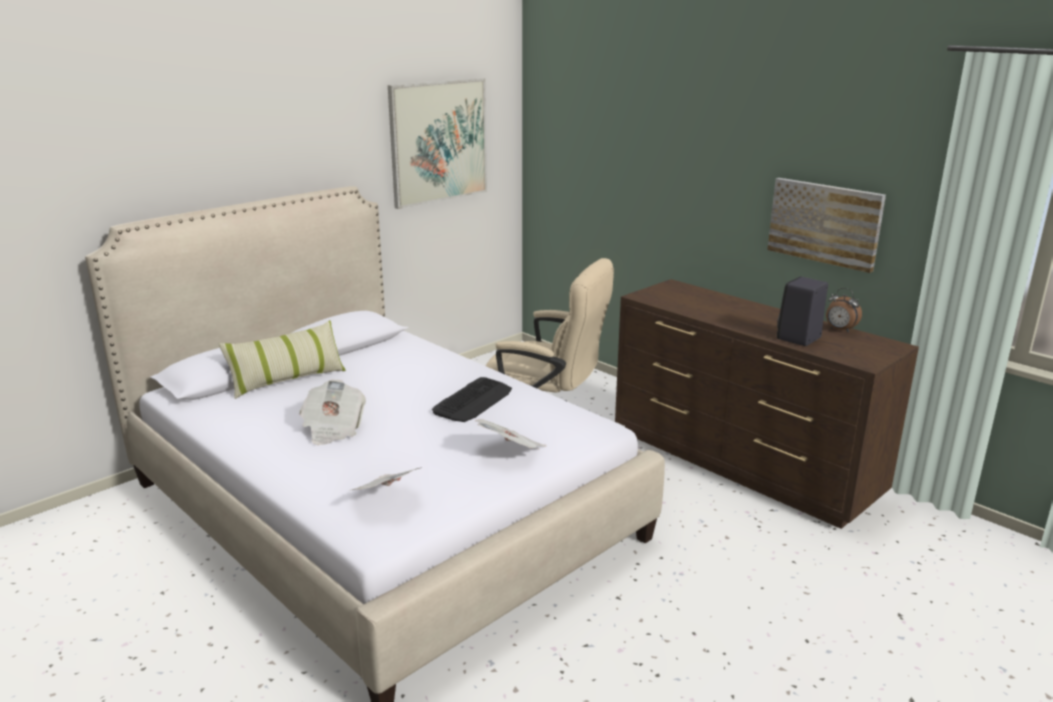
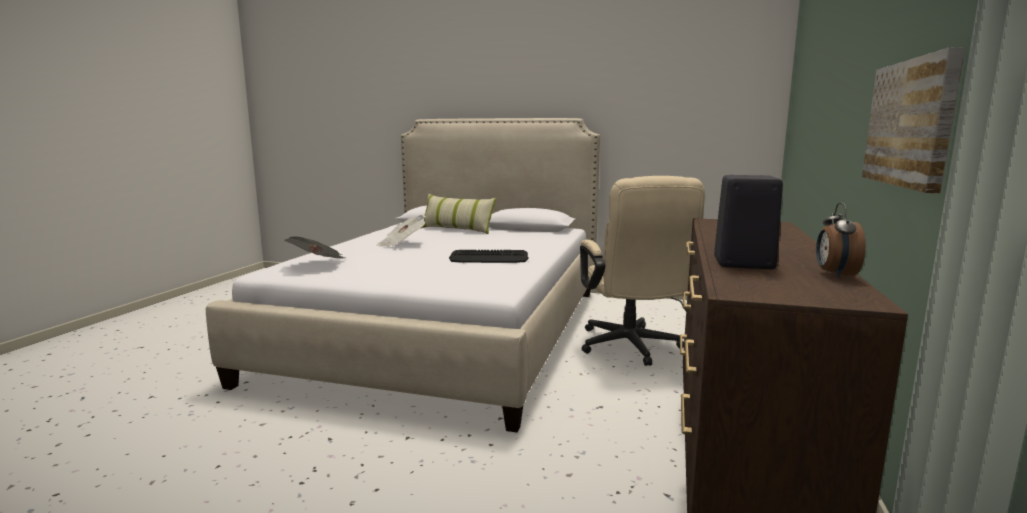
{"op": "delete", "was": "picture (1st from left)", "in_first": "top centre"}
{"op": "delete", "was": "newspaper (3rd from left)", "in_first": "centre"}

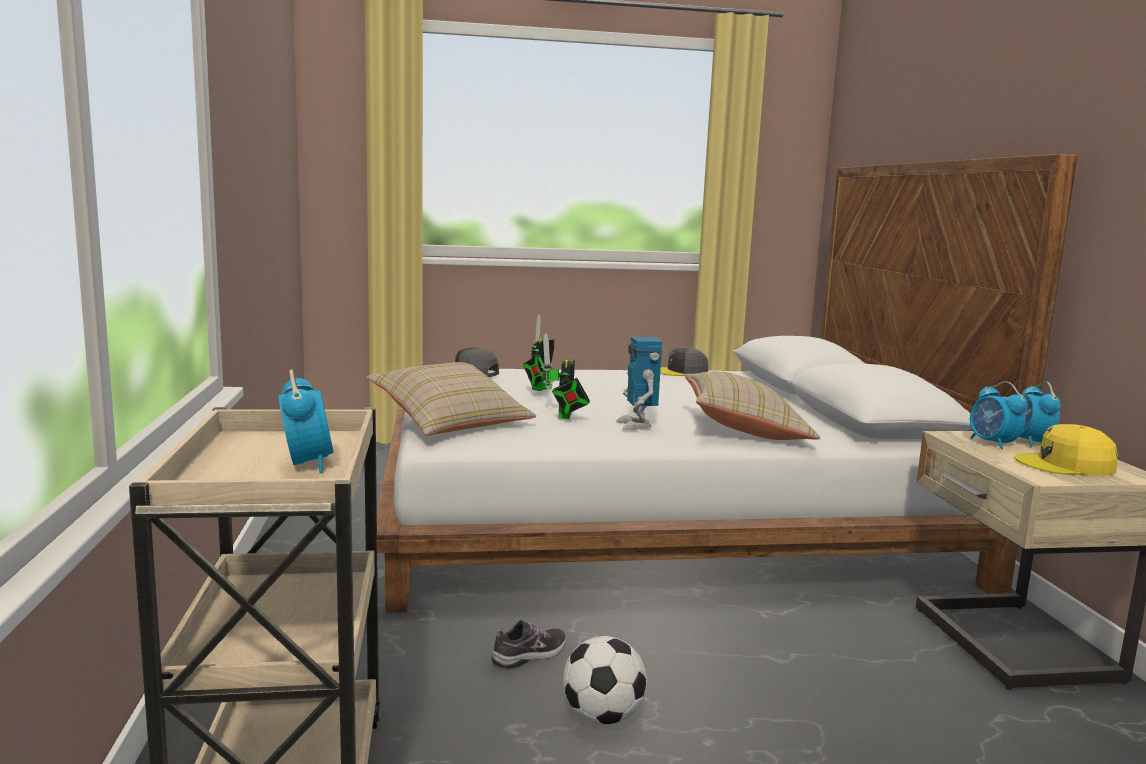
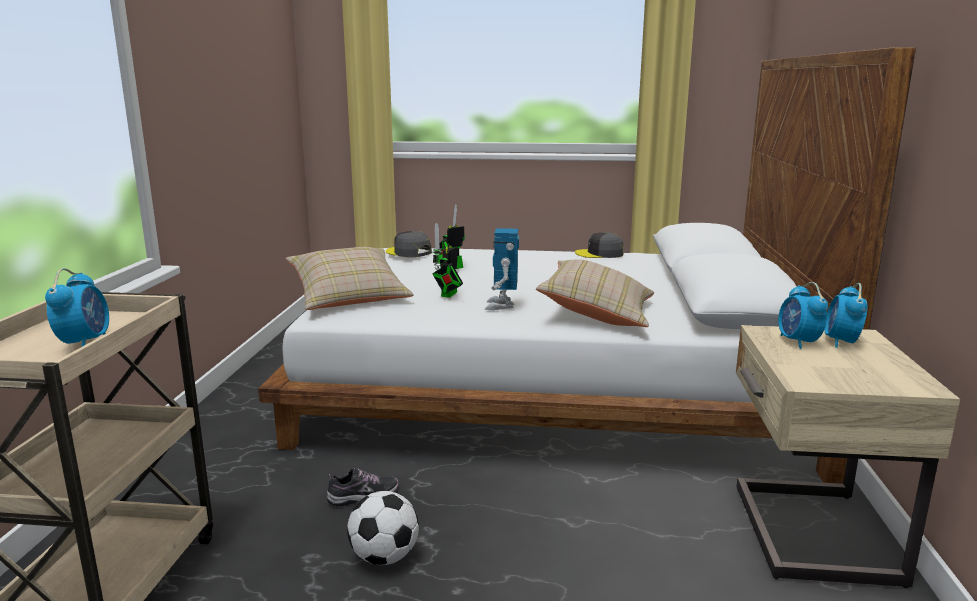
{"op": "delete", "was": "cap/yellow", "in_first": "middle right"}

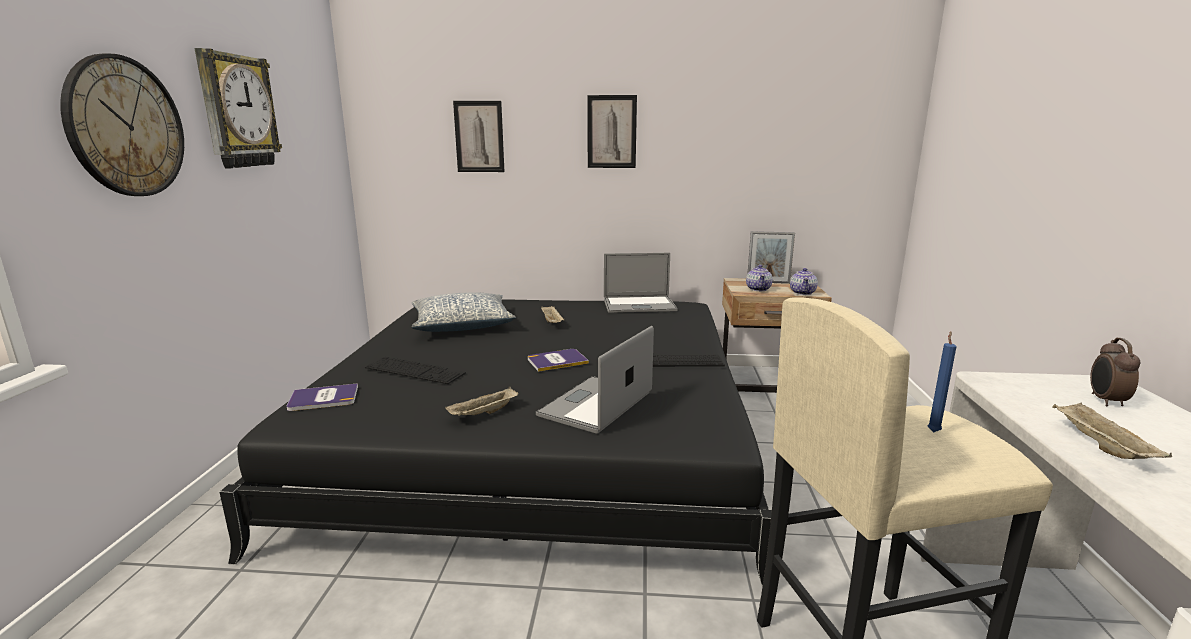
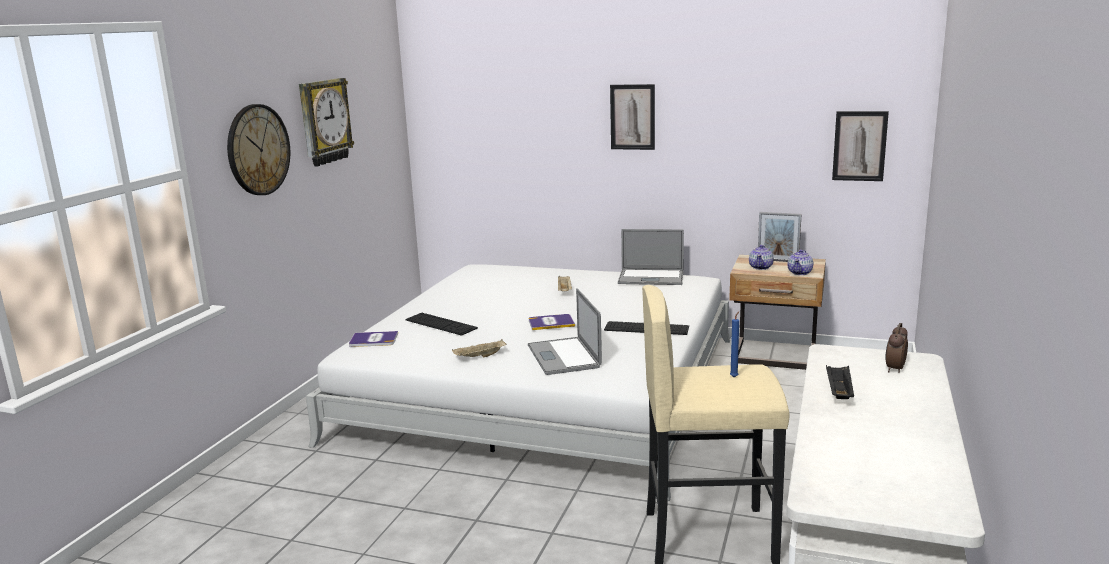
{"op": "recolor", "was": "bed/black", "now": "bed/white", "in_first": "bottom centre", "in_second": "bottom centre"}
{"op": "rotate", "was": "laptop (1st from left)", "in_first": "centre", "in_second": "centre", "clockwise": -60}
{"op": "recolor", "was": "tray/beige (3rd from left)", "now": "tray/black", "in_first": "bottom right", "in_second": "bottom right"}
{"op": "move", "was": "picture (1st from left in the first image)", "now": "picture (2nd from left)", "in_first": "top centre", "in_second": "top right"}
{"op": "delete", "was": "pillow", "in_first": "centre"}

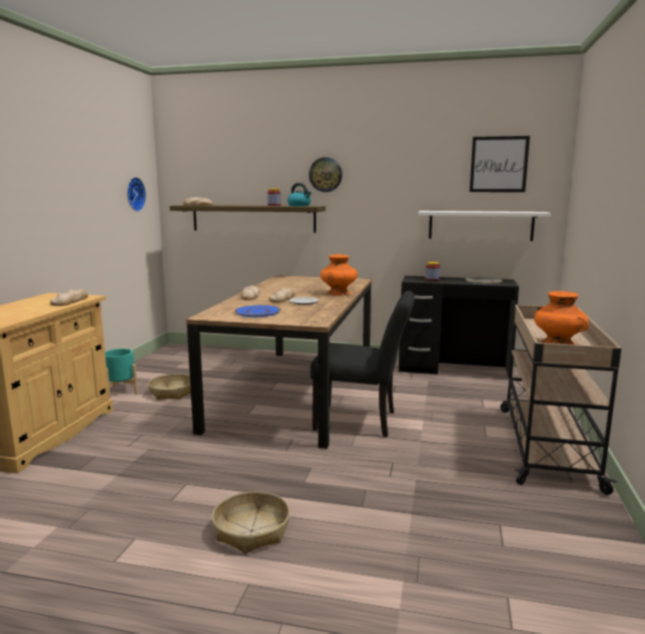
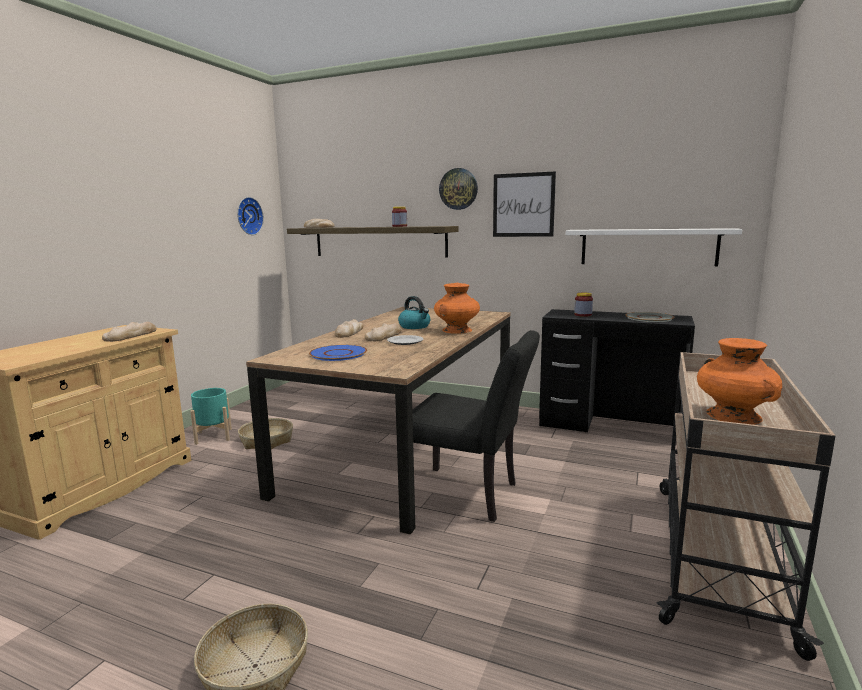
{"op": "move", "was": "kettle", "in_first": "top centre", "in_second": "centre"}
{"op": "move", "was": "picture", "in_first": "top right", "in_second": "top centre"}

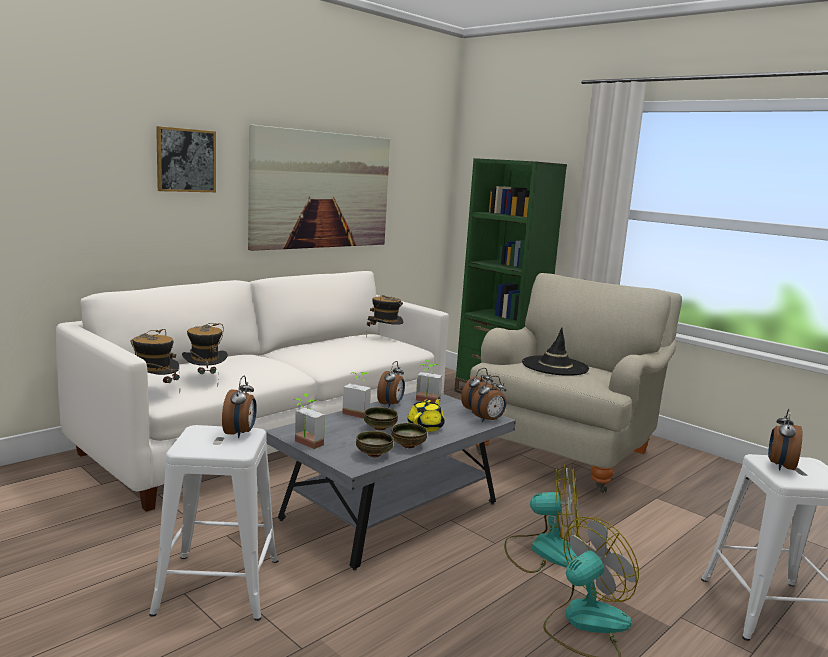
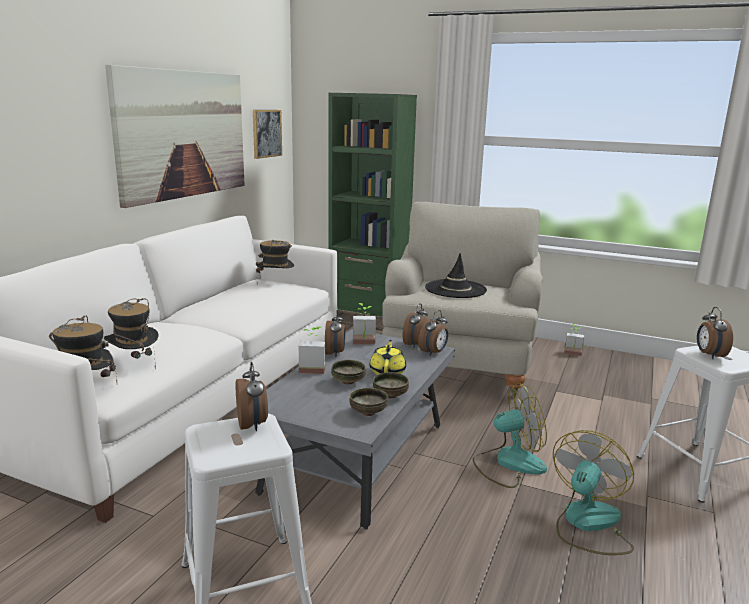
{"op": "move", "was": "picture (1st from left in the first image)", "now": "picture (2nd from left)", "in_first": "top left", "in_second": "top centre"}
{"op": "move", "was": "potted plant (1st from left in the first image)", "now": "potted plant (3rd from left)", "in_first": "centre", "in_second": "middle right"}

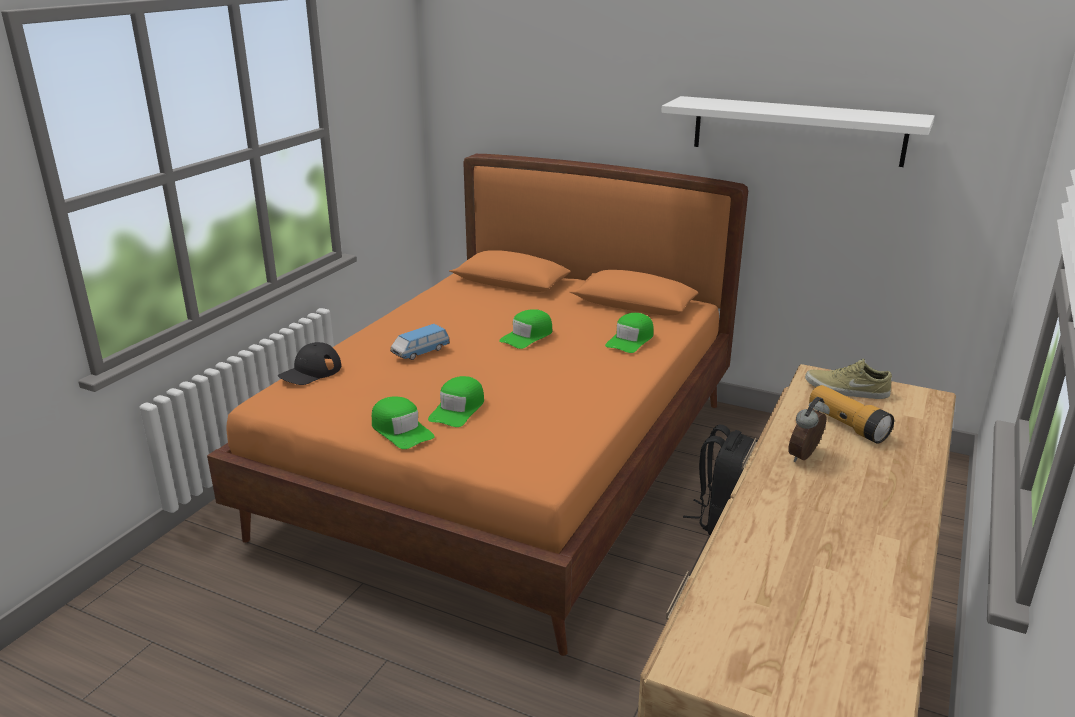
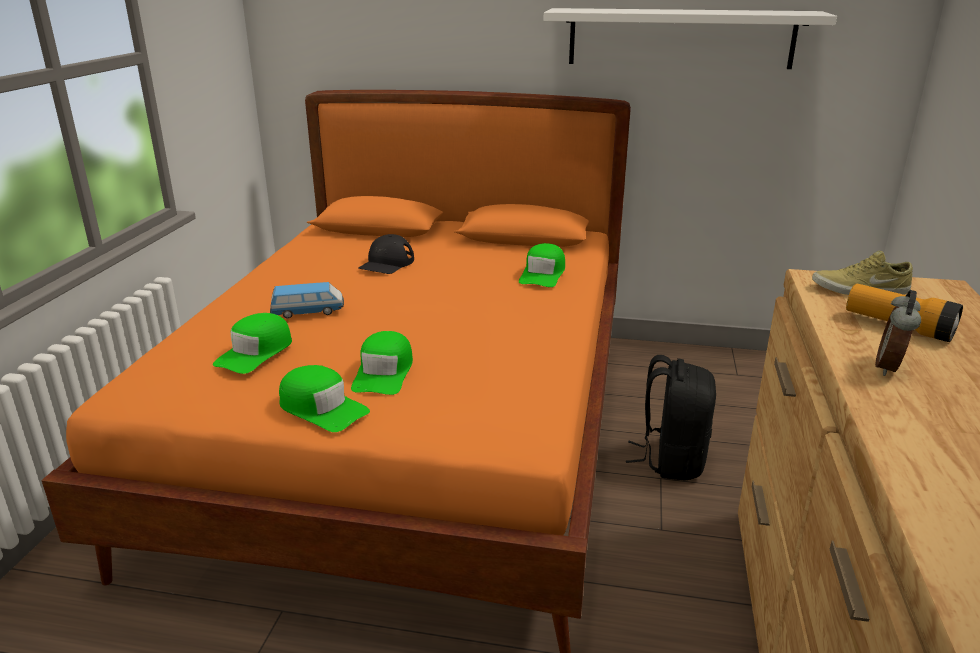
{"op": "move", "was": "cap/green (3rd from left in the first image)", "now": "cap/green (1st from left)", "in_first": "centre", "in_second": "middle left"}
{"op": "rotate", "was": "toy car", "in_first": "centre", "in_second": "middle left", "clockwise": -135}
{"op": "move", "was": "cap/black", "in_first": "middle left", "in_second": "centre"}

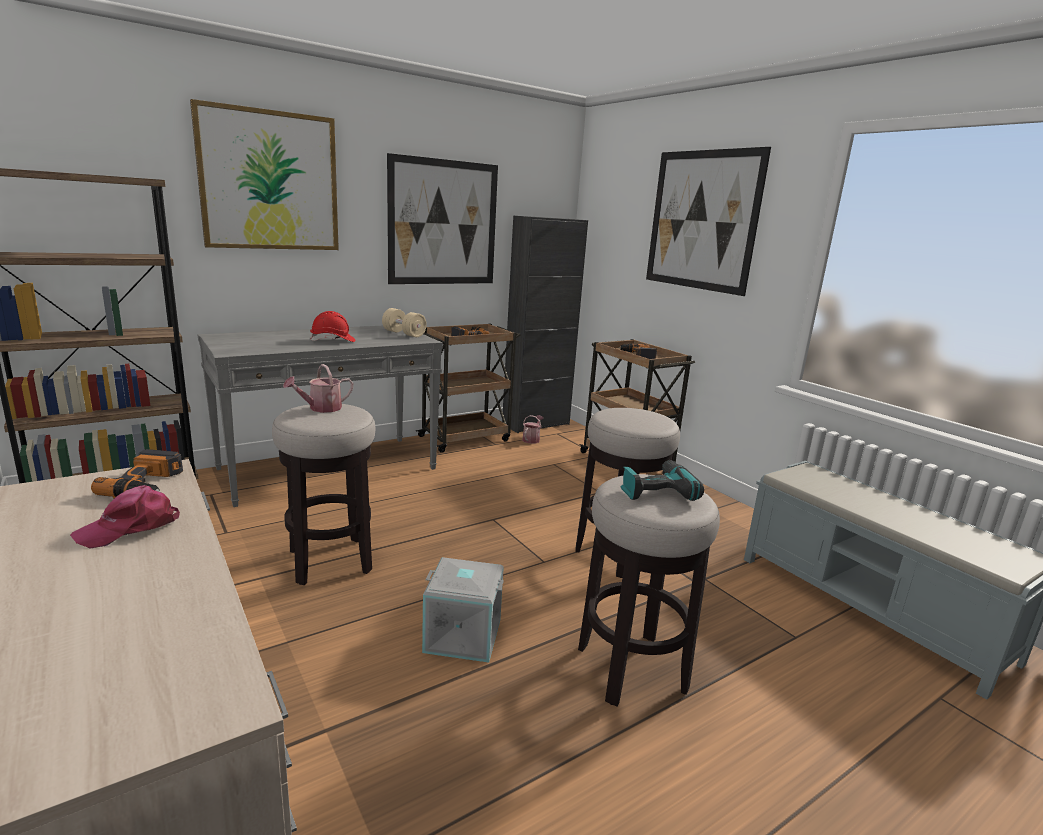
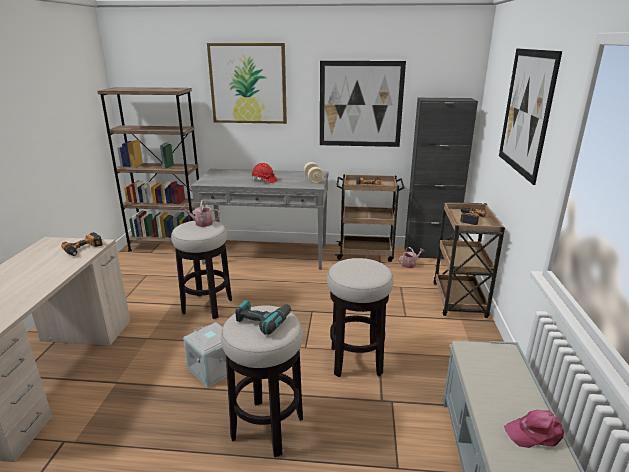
{"op": "move", "was": "cap/pink", "in_first": "middle left", "in_second": "bottom right"}

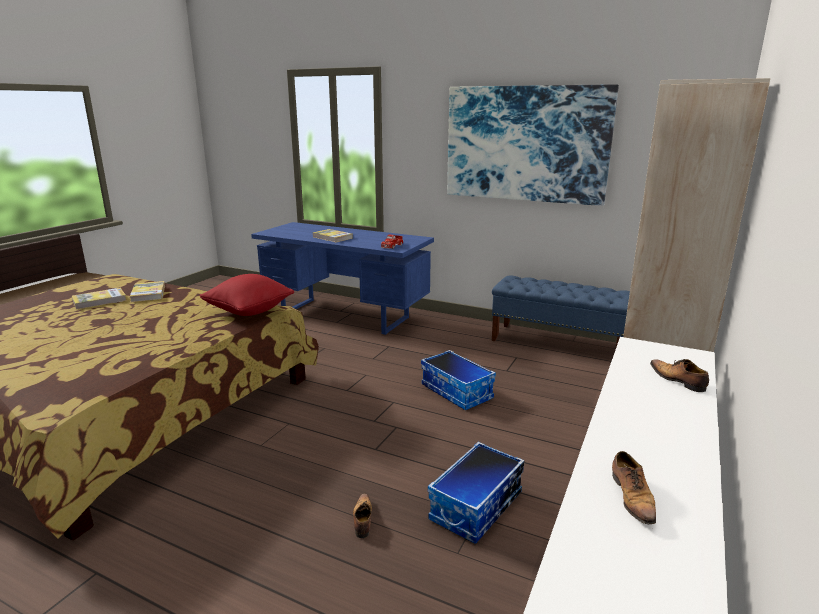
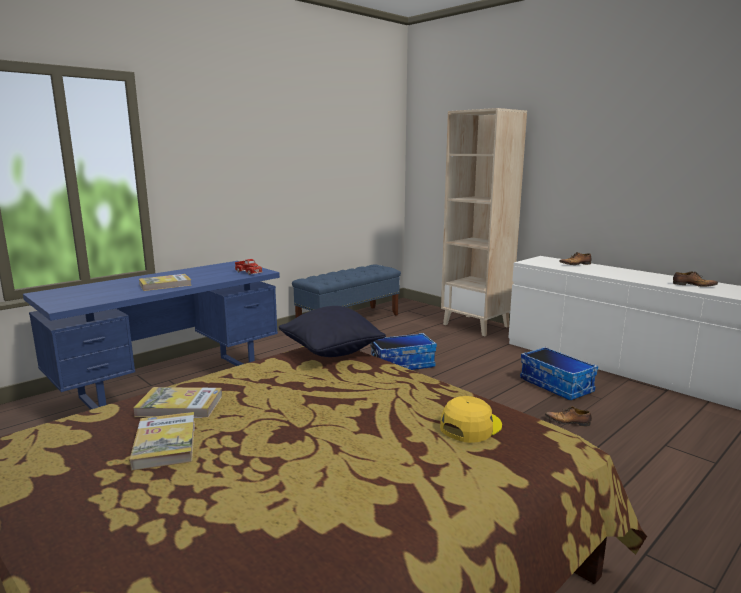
{"op": "recolor", "was": "pillow/red", "now": "pillow/black", "in_first": "middle left", "in_second": "centre"}
{"op": "insert", "now": "cap/yellow", "in_second": "bottom centre"}
{"op": "delete", "was": "picture", "in_first": "top centre"}

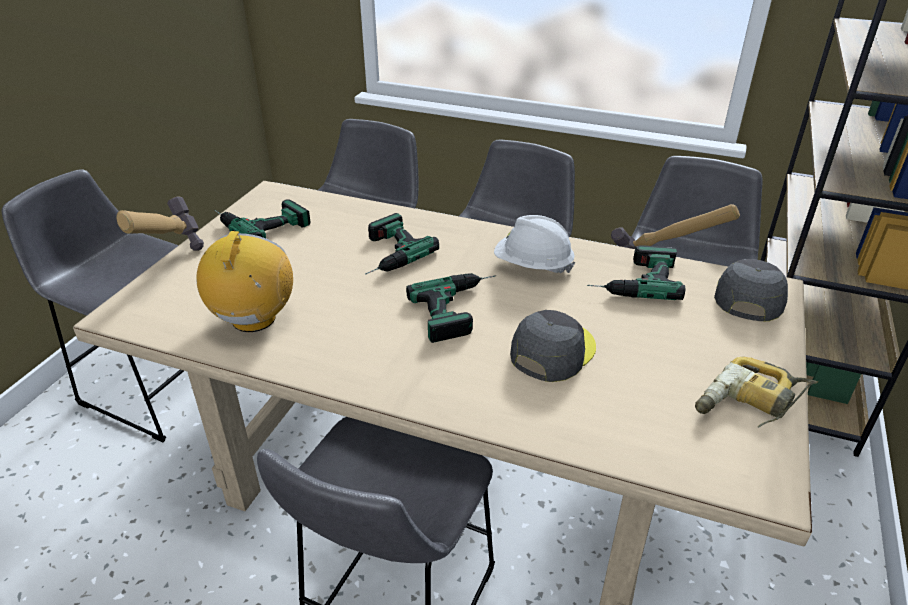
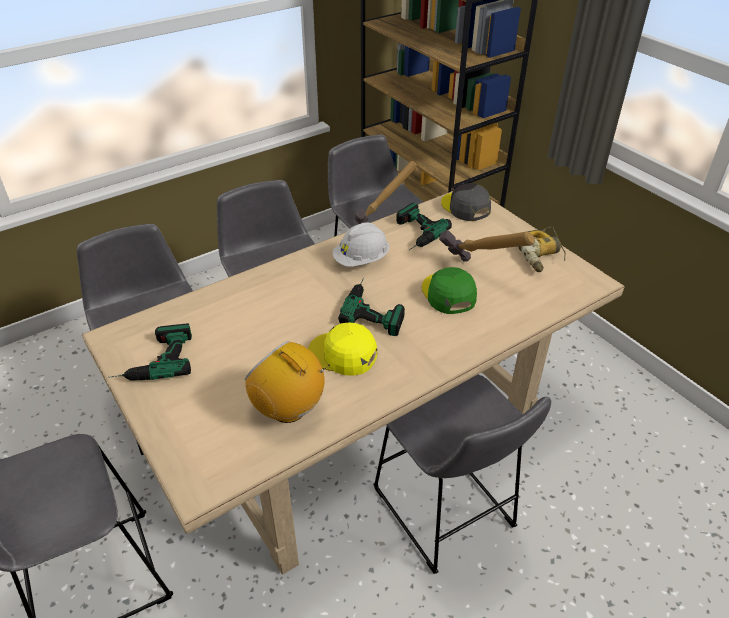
{"op": "insert", "now": "cap/yellow", "in_second": "centre"}
{"op": "recolor", "was": "cap/grey (1st from left)", "now": "cap/green", "in_first": "centre", "in_second": "centre"}
{"op": "move", "was": "hammer (1st from left in the first image)", "now": "hammer (2nd from left)", "in_first": "middle left", "in_second": "middle right"}
{"op": "delete", "was": "power drill (2nd from left)", "in_first": "centre"}

